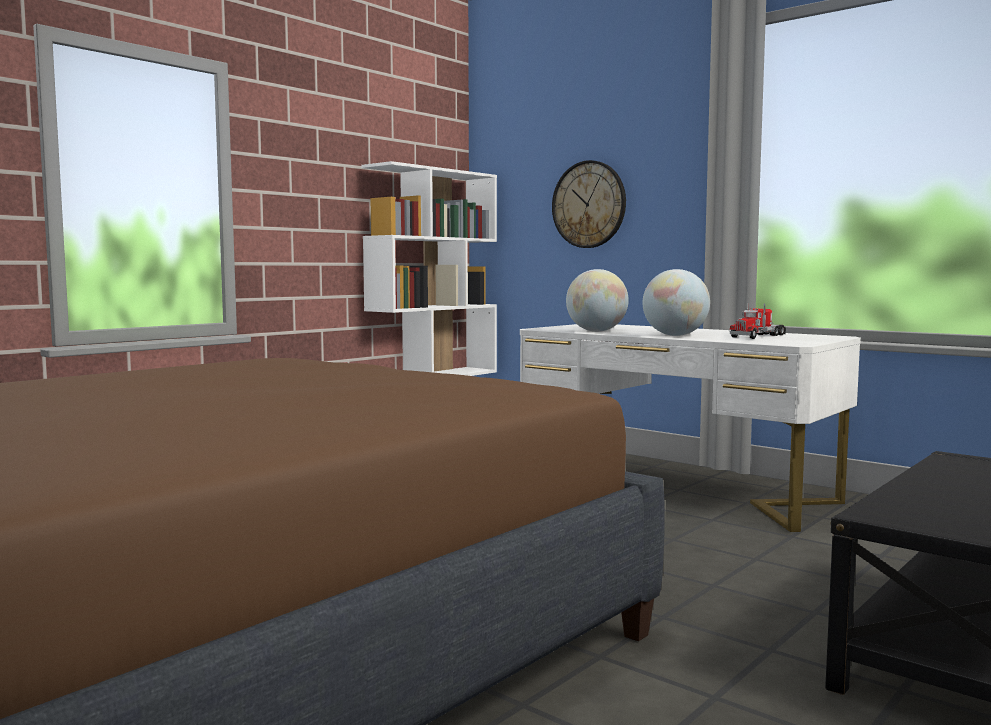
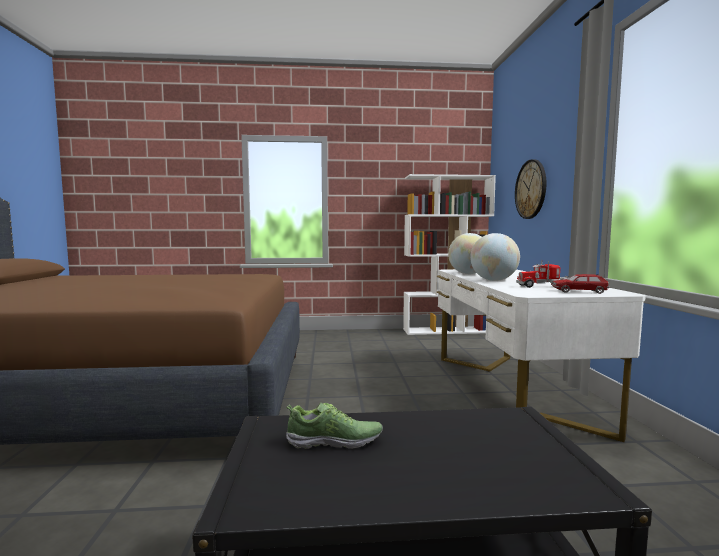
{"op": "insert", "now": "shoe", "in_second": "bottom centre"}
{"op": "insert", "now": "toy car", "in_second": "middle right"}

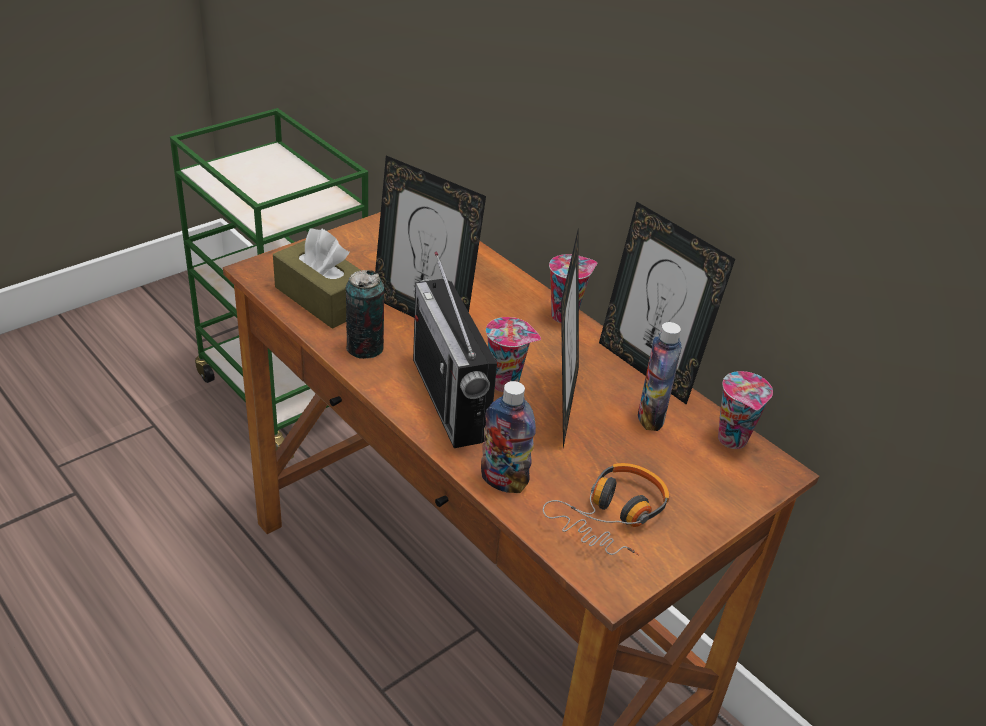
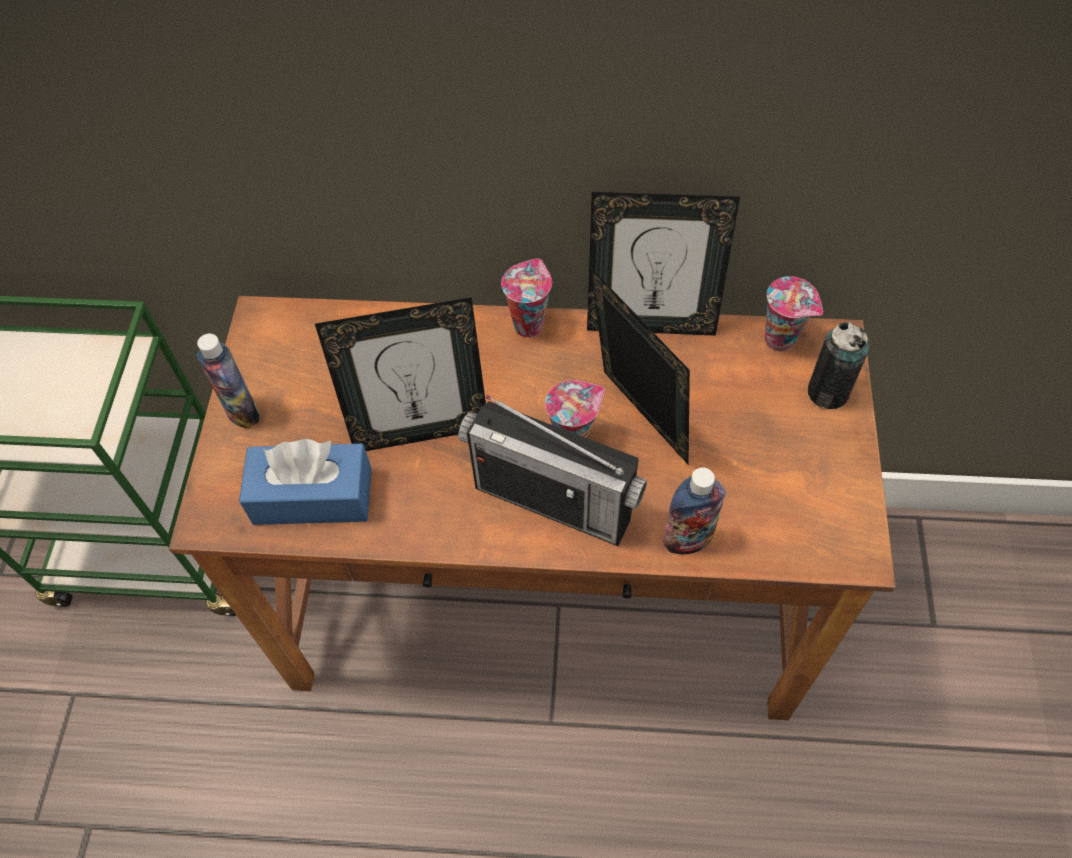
{"op": "move", "was": "bottle (2nd from left in the first image)", "now": "bottle (1st from left)", "in_first": "middle right", "in_second": "middle left"}
{"op": "recolor", "was": "tissue box/brown", "now": "tissue box/blue", "in_first": "middle left", "in_second": "middle left"}
{"op": "move", "was": "can", "in_first": "centre", "in_second": "middle right"}
{"op": "delete", "was": "headphones", "in_first": "bottom centre"}

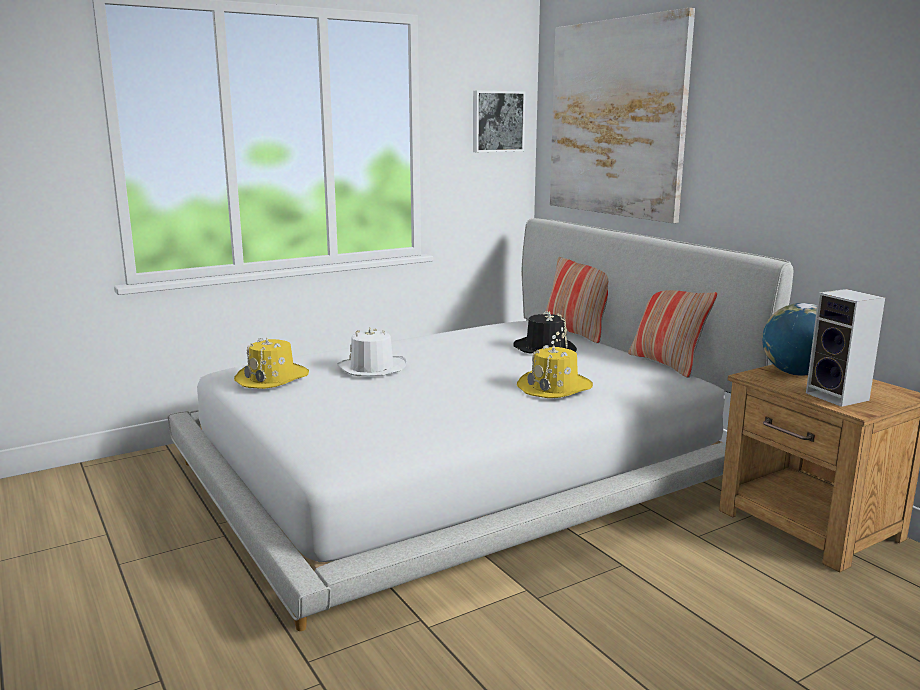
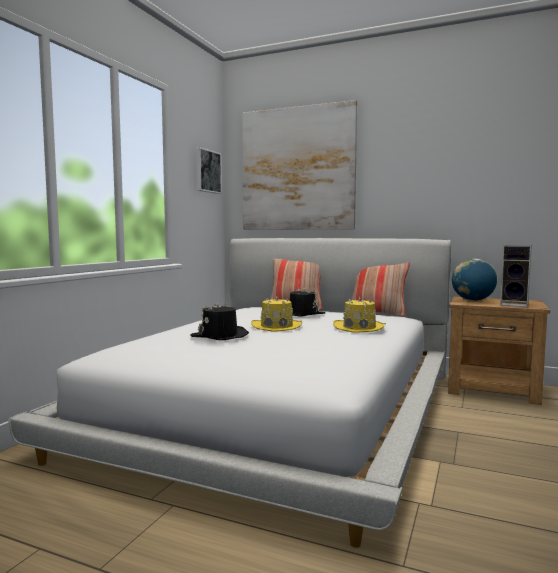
{"op": "recolor", "was": "hat/white", "now": "hat/black (1st from left)", "in_first": "centre", "in_second": "centre"}
{"op": "move", "was": "hat/yellow (1st from left)", "in_first": "middle left", "in_second": "centre"}

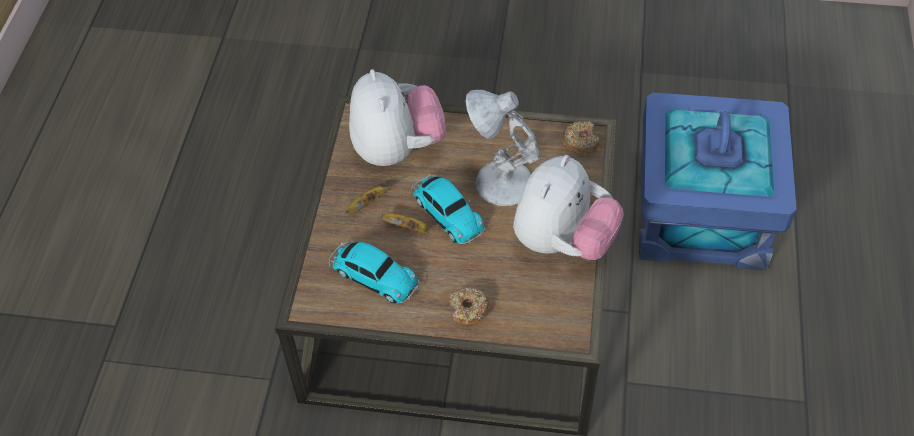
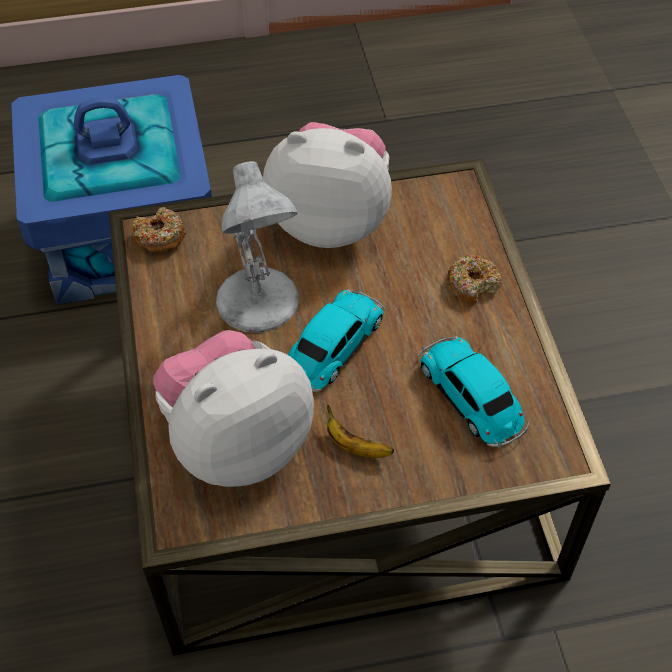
{"op": "rotate", "was": "toy car (1st from left in the first image)", "in_first": "centre", "in_second": "middle right", "clockwise": -45}
{"op": "delete", "was": "banana (2nd from left)", "in_first": "centre"}

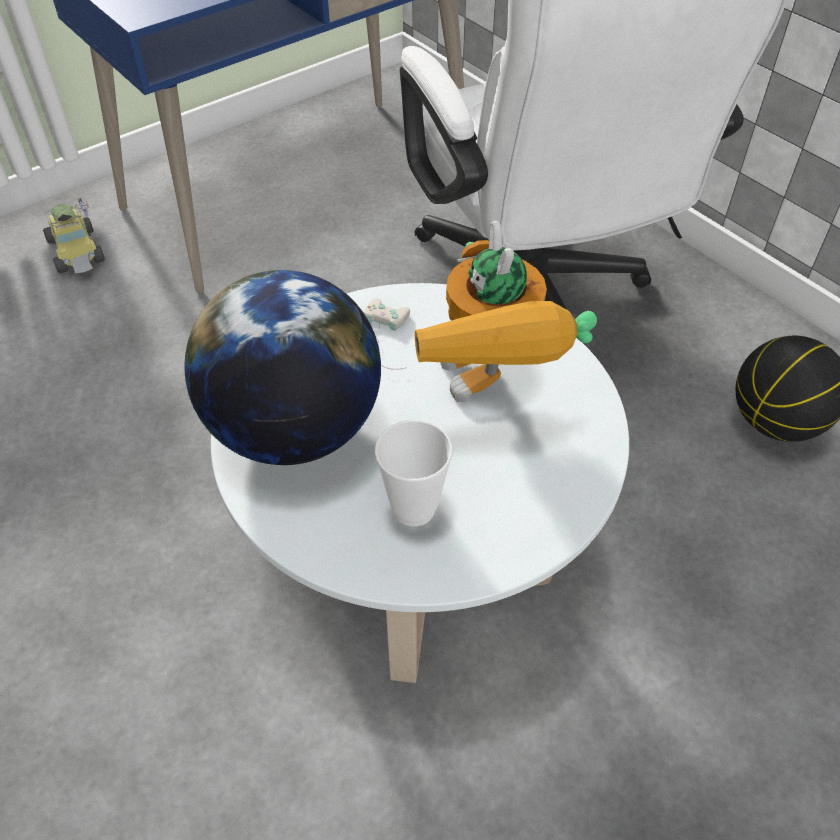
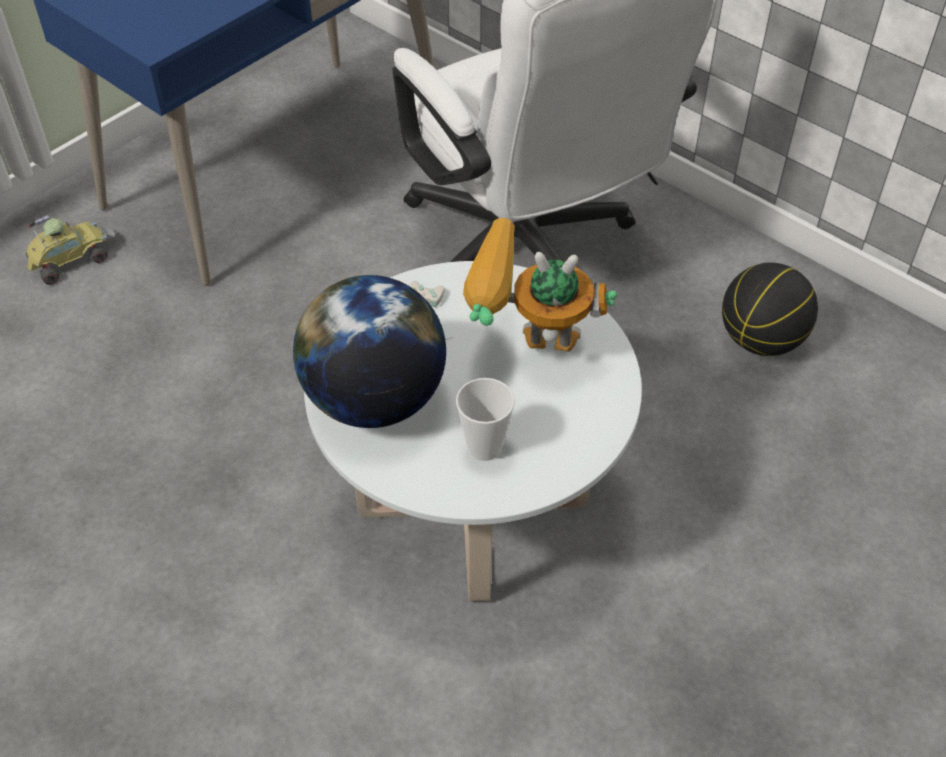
{"op": "rotate", "was": "toy car", "in_first": "top left", "in_second": "top left", "clockwise": -90}
{"op": "rotate", "was": "toy robot", "in_first": "centre", "in_second": "centre", "clockwise": 120}

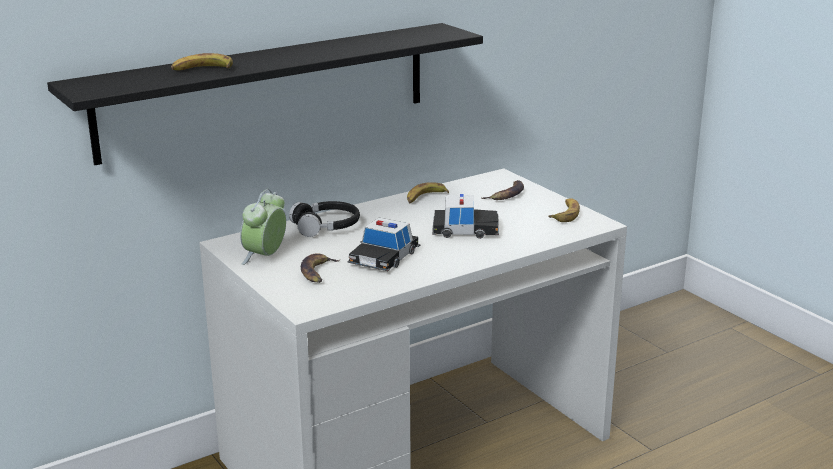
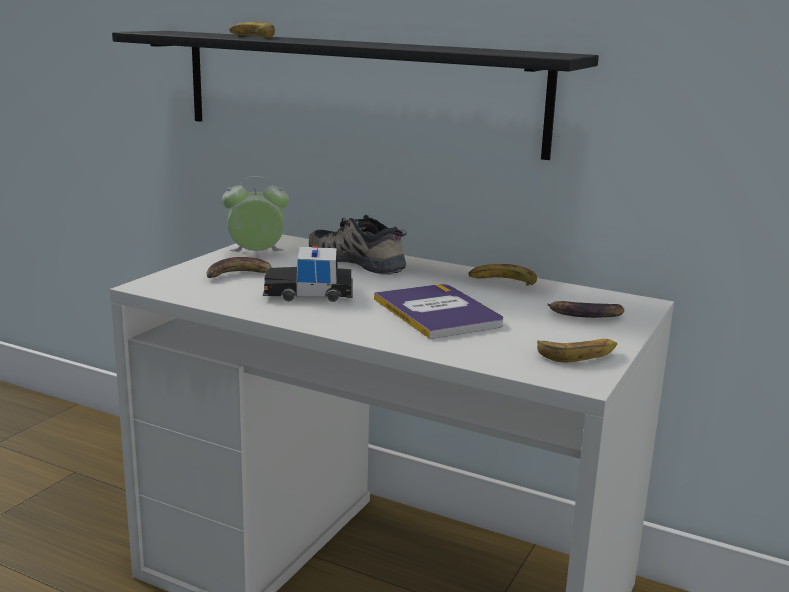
{"op": "replace", "was": "headphones/black", "now": "shoe", "in_first": "centre", "in_second": "centre"}
{"op": "replace", "was": "toy car (2nd from left)", "now": "book", "in_first": "centre", "in_second": "centre"}

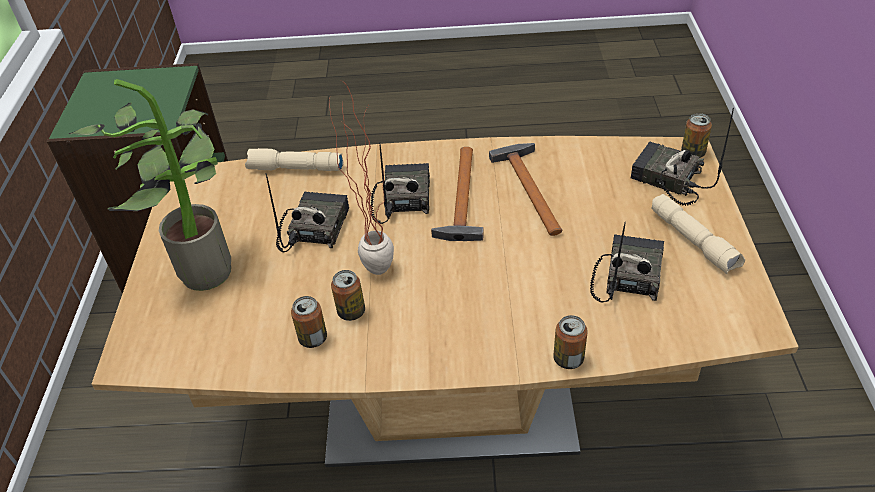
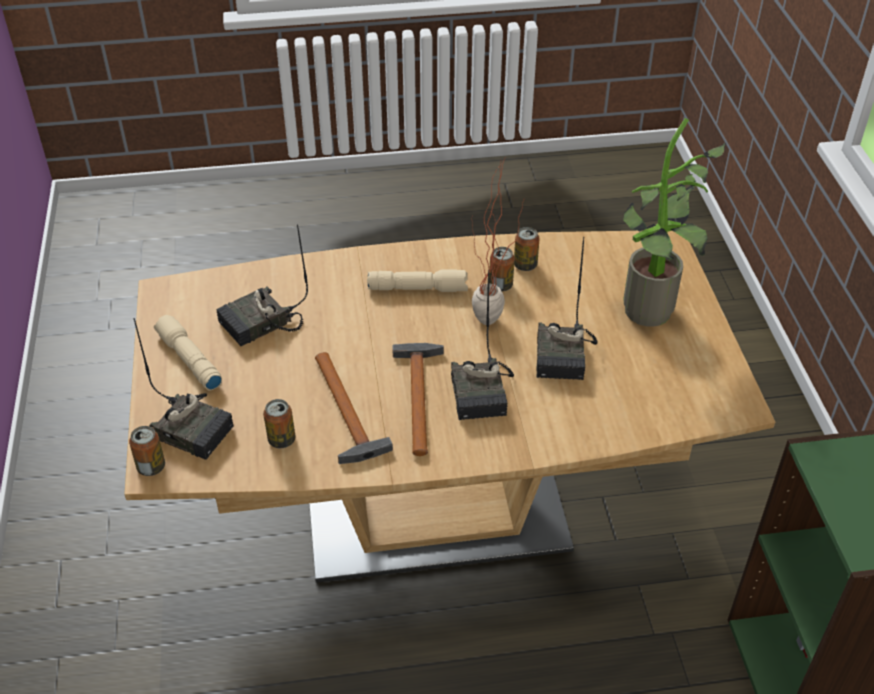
{"op": "rotate", "was": "radio (3rd from left in the first image)", "in_first": "middle right", "in_second": "middle left", "clockwise": 45}
{"op": "move", "was": "can (3rd from left in the first image)", "now": "can (2nd from left)", "in_first": "bottom centre", "in_second": "middle left"}
{"op": "move", "was": "flashlight/beige (1st from left in the first image)", "now": "flashlight/beige (2nd from left)", "in_first": "top centre", "in_second": "centre"}

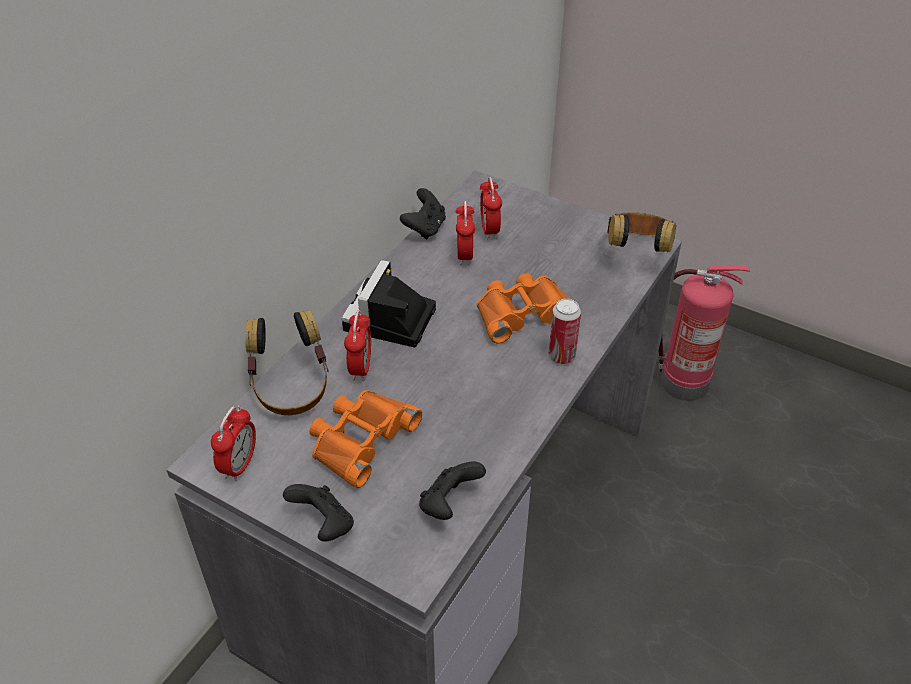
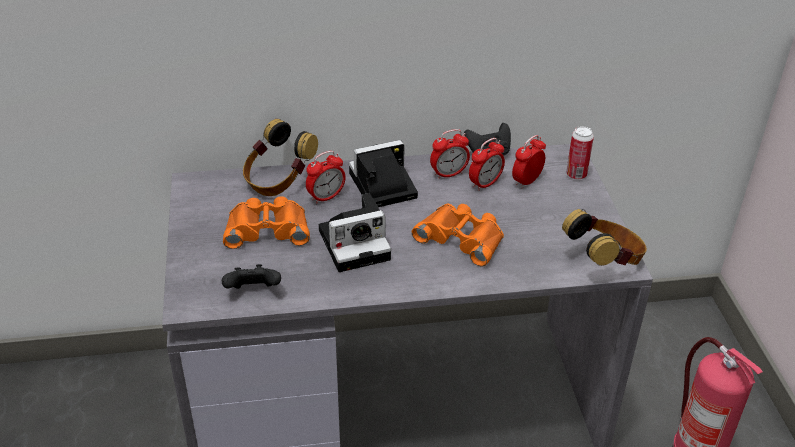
{"op": "insert", "now": "photo camera (1st from left)", "in_second": "centre"}
{"op": "move", "was": "alarm clock (1st from left in the first image)", "now": "alarm clock (2nd from left)", "in_first": "middle left", "in_second": "centre"}
{"op": "move", "was": "can", "in_first": "centre", "in_second": "middle right"}
{"op": "delete", "was": "game controller/black (1st from left)", "in_first": "bottom centre"}

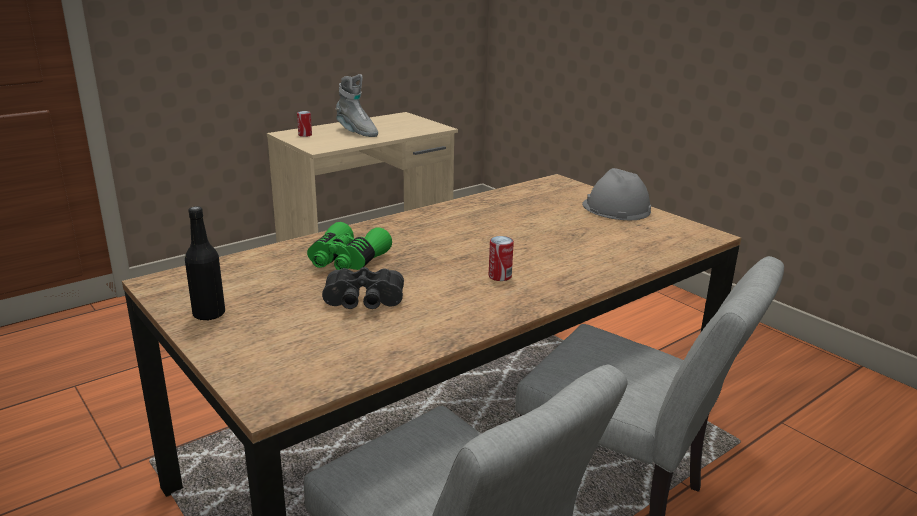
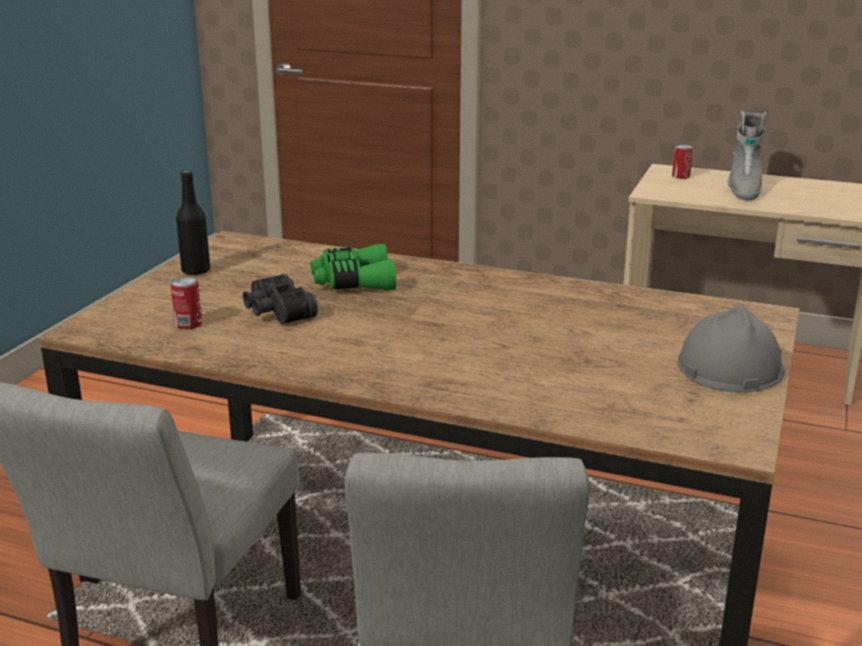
{"op": "move", "was": "can (2nd from left in the first image)", "now": "can (1st from left)", "in_first": "centre", "in_second": "middle left"}

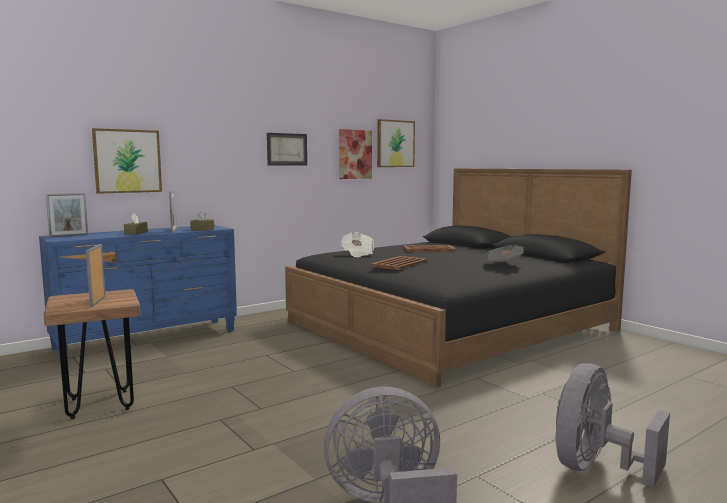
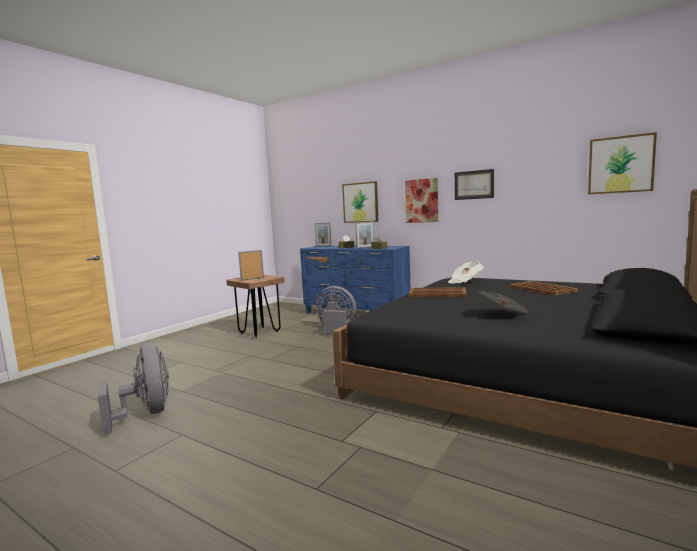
{"op": "move", "was": "fan/grey (2nd from left)", "in_first": "bottom right", "in_second": "centre"}
{"op": "move", "was": "picture (3rd from left in the first image)", "now": "picture (2nd from left)", "in_first": "top centre", "in_second": "centre"}

